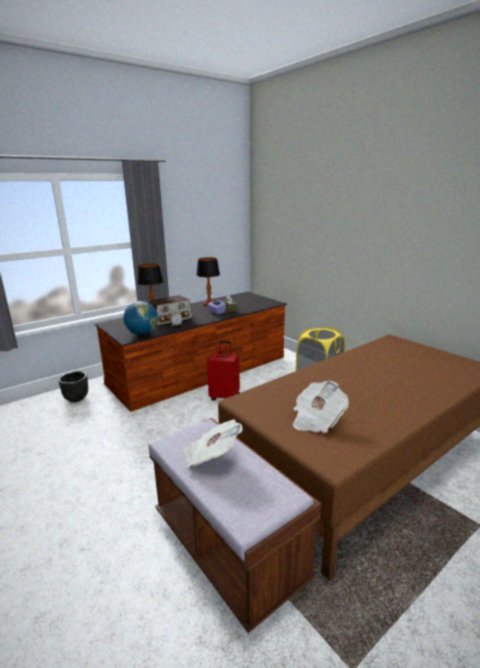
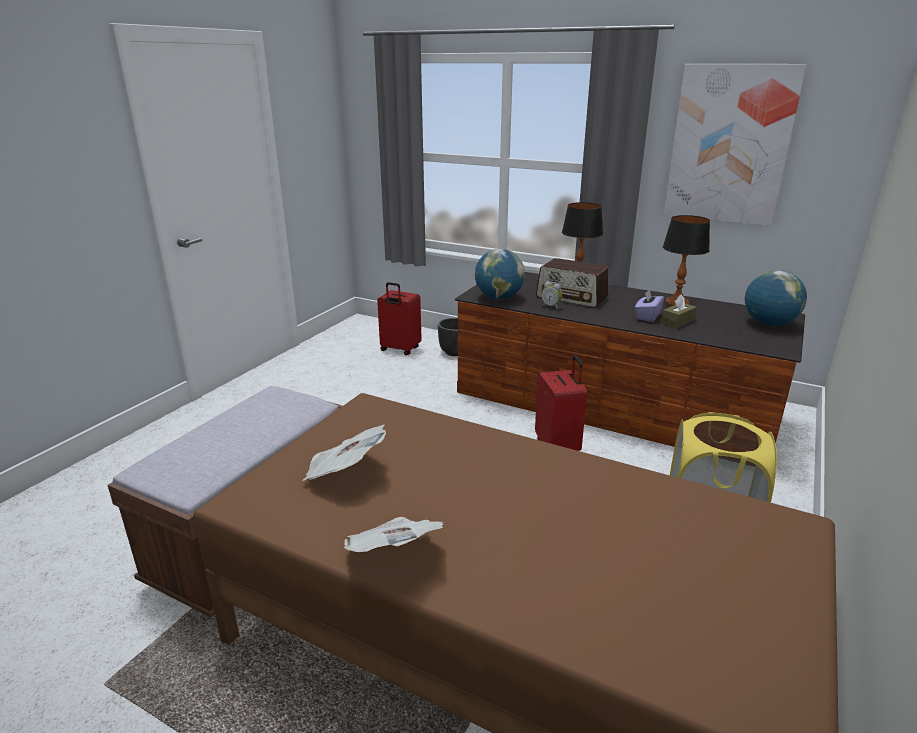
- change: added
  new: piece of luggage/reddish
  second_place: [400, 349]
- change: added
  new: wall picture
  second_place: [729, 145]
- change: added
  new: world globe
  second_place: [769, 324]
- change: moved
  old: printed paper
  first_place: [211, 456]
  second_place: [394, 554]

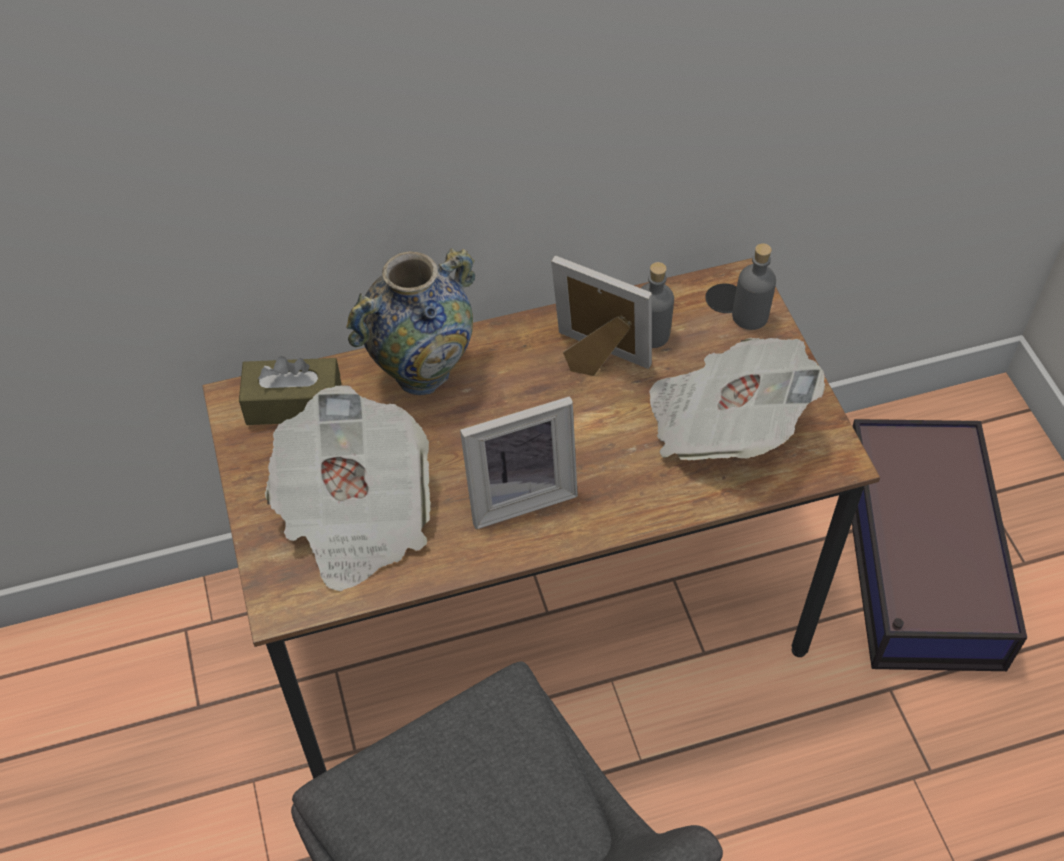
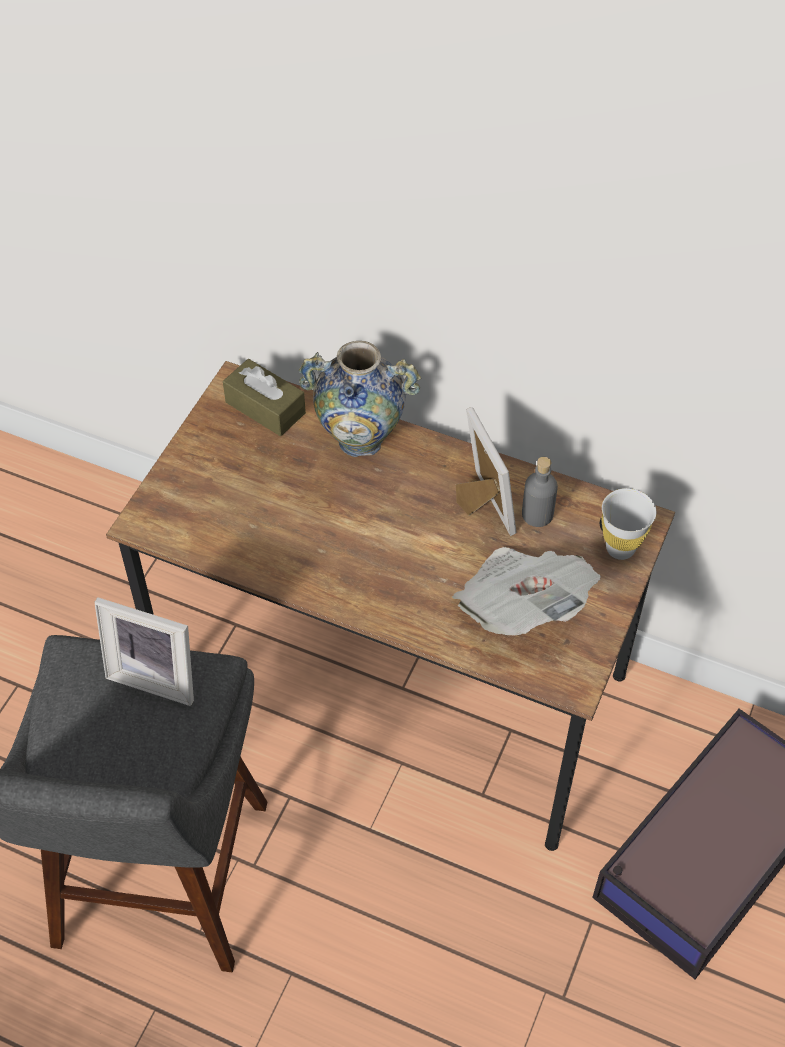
- change: removed
  old: printed paper
  first_place: [355, 515]
- change: moved
  old: standing frame
  first_place: [518, 494]
  second_place: [157, 675]
- change: replaced
  old: beverage bottle/gray
  new: small cup/whitish
  first_place: [750, 316]
  second_place: [620, 548]

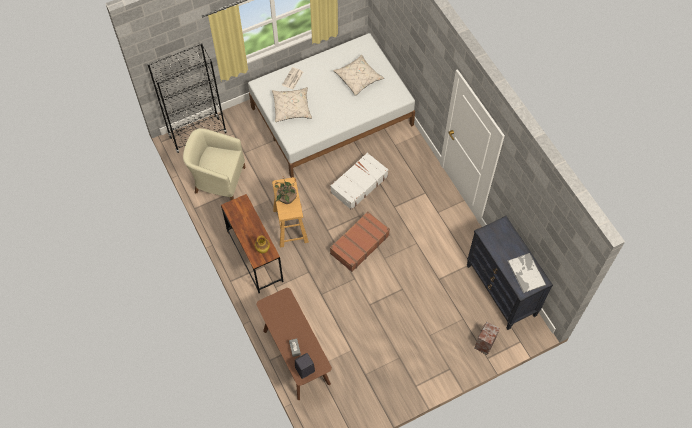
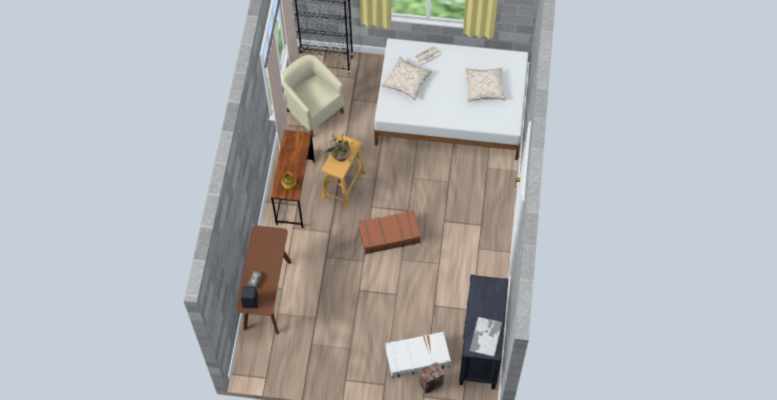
- change: moved
  old: piece of luggage/whitish
  first_place: [358, 184]
  second_place: [417, 357]

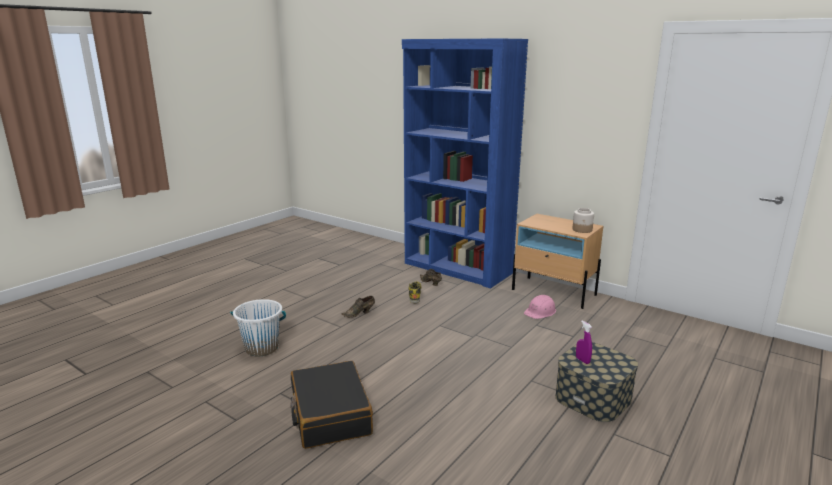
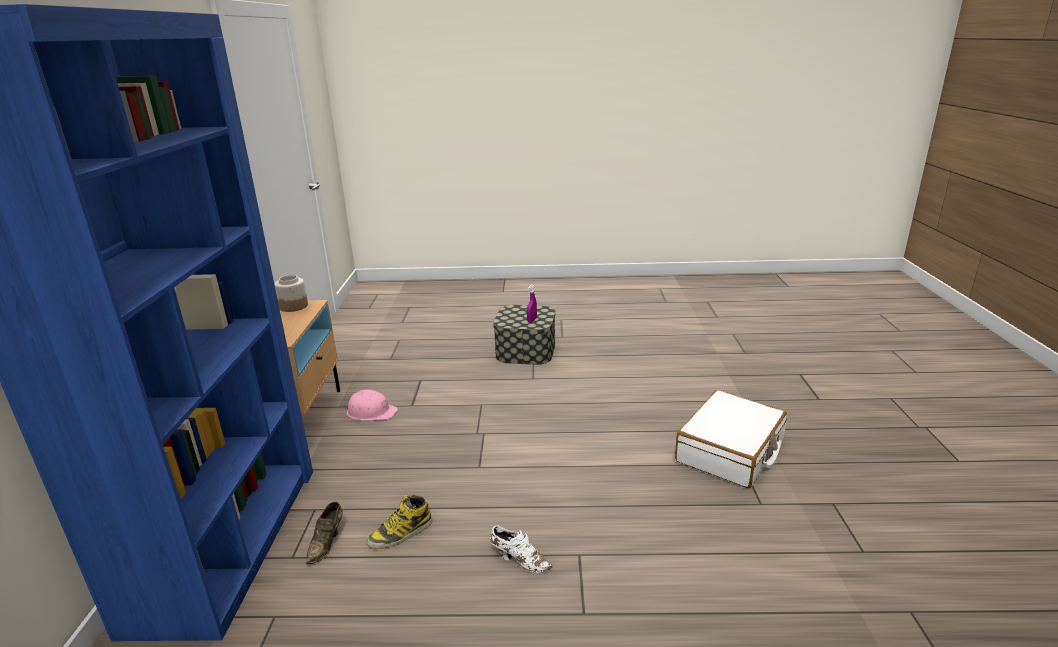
- change: removed
  old: bucket/whitish
  first_place: [261, 348]
- change: recoloured
  old: piece of luggage/blackish
  new: piece of luggage/whitish
  first_place: [330, 415]
  second_place: [730, 451]
- change: recoloured
  old: low shoe/brownish
  new: low shoe/whitish
  first_place: [360, 313]
  second_place: [519, 560]

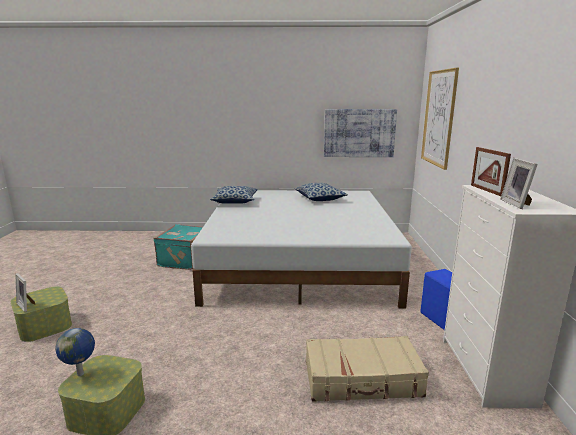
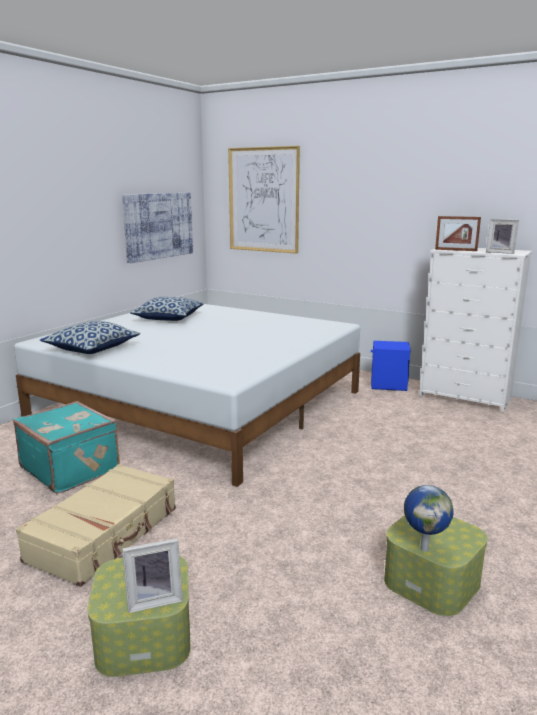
- change: moved
  old: piece of luggage/beige-coloured
  first_place: [362, 379]
  second_place: [105, 534]

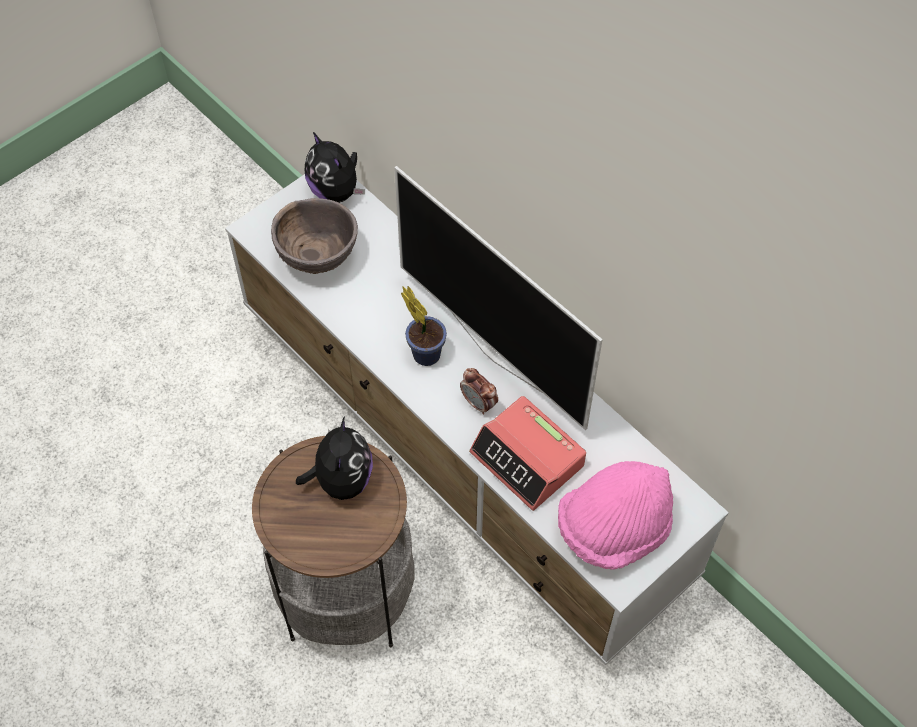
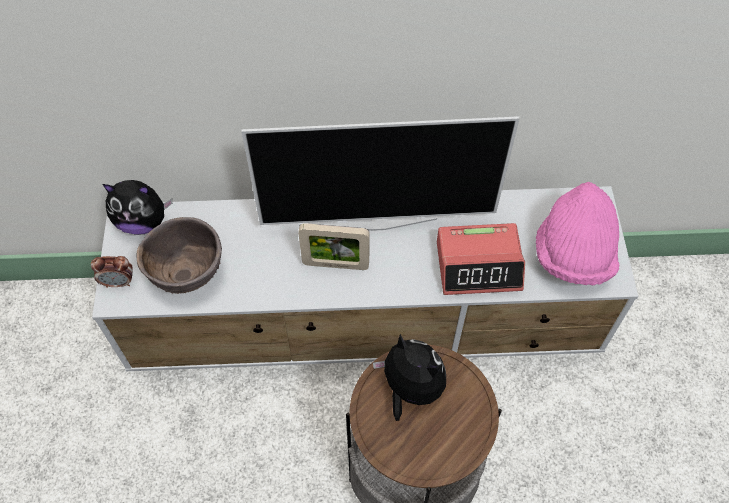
- change: moved
  old: bedside clock
  first_place: [479, 403]
  second_place: [119, 282]
- change: replaced
  old: plant in a pot
  new: standing frame
  first_place: [424, 352]
  second_place: [335, 264]

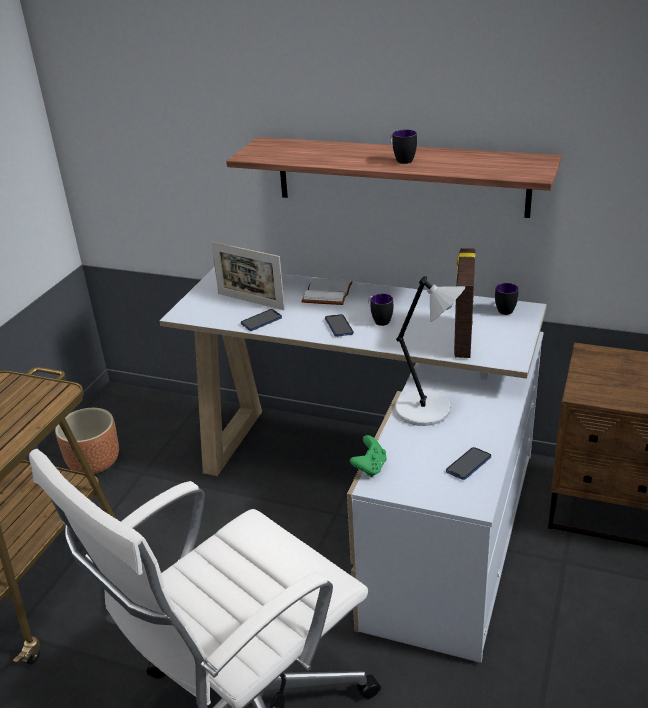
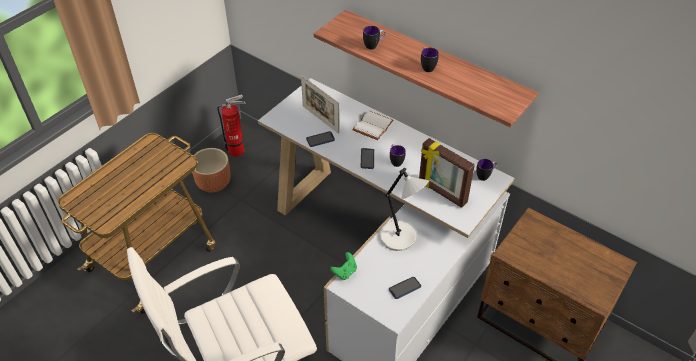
- change: added
  new: fire-fighting cylinder
  second_place: [238, 150]
- change: added
  new: mug
  second_place: [374, 45]
- change: turned
  old: standing frame
  first_place: [462, 338]
  second_place: [442, 192]
  degrees: -75

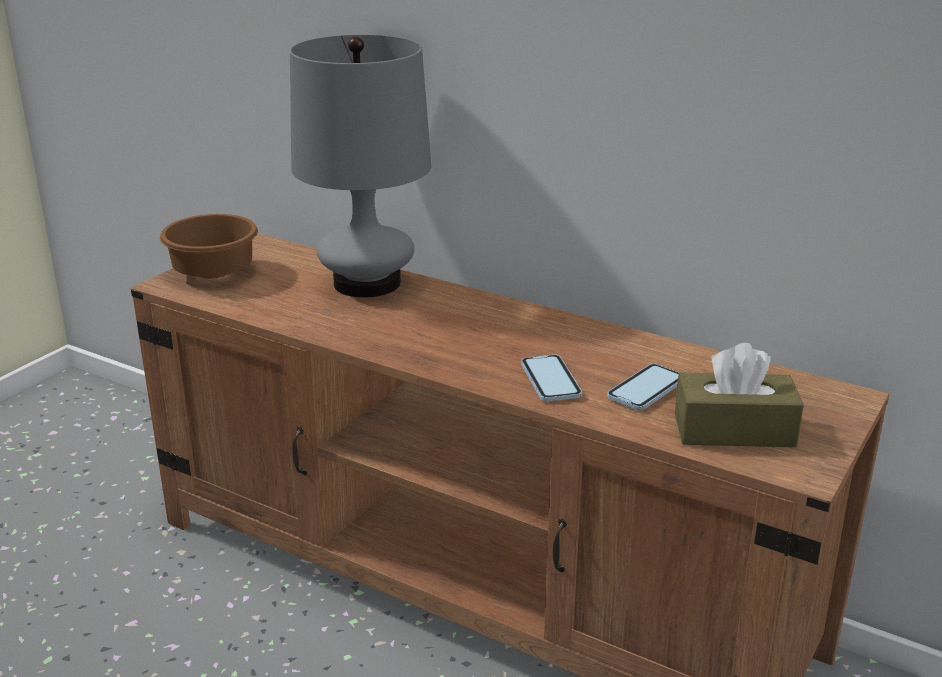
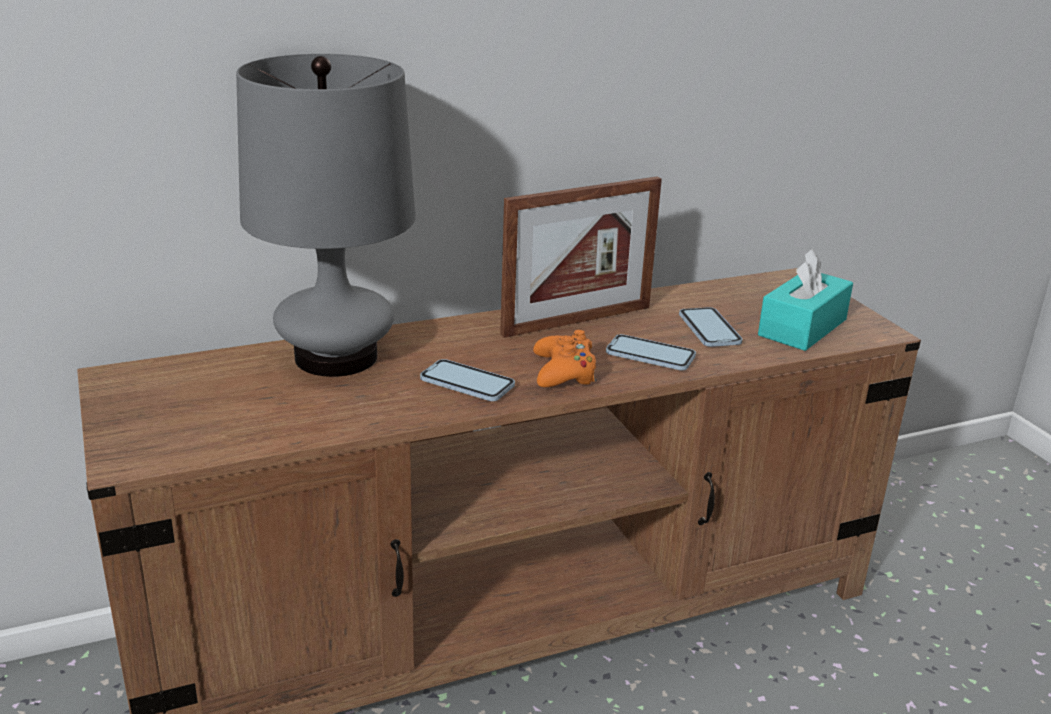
- change: removed
  old: bowl/brownish
  first_place: [211, 274]
- change: added
  new: phone
  second_place: [467, 383]
- change: added
  new: standing frame
  second_place: [577, 321]
- change: added
  new: joypad/orange
  second_place: [564, 372]
- change: recoloured
  old: tissue box/brownish
  new: tissue box/turquoise
  first_place: [734, 430]
  second_place: [802, 327]

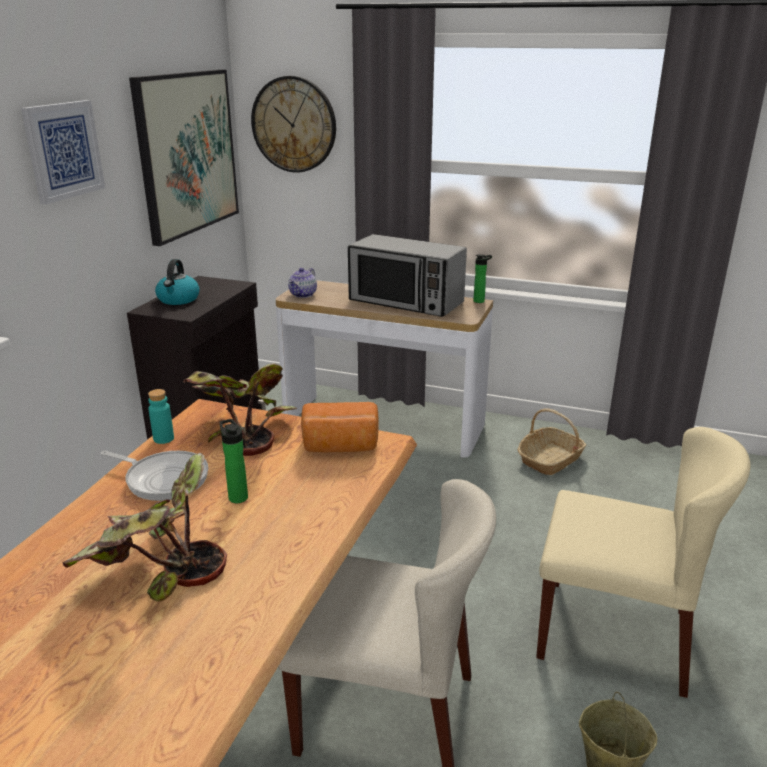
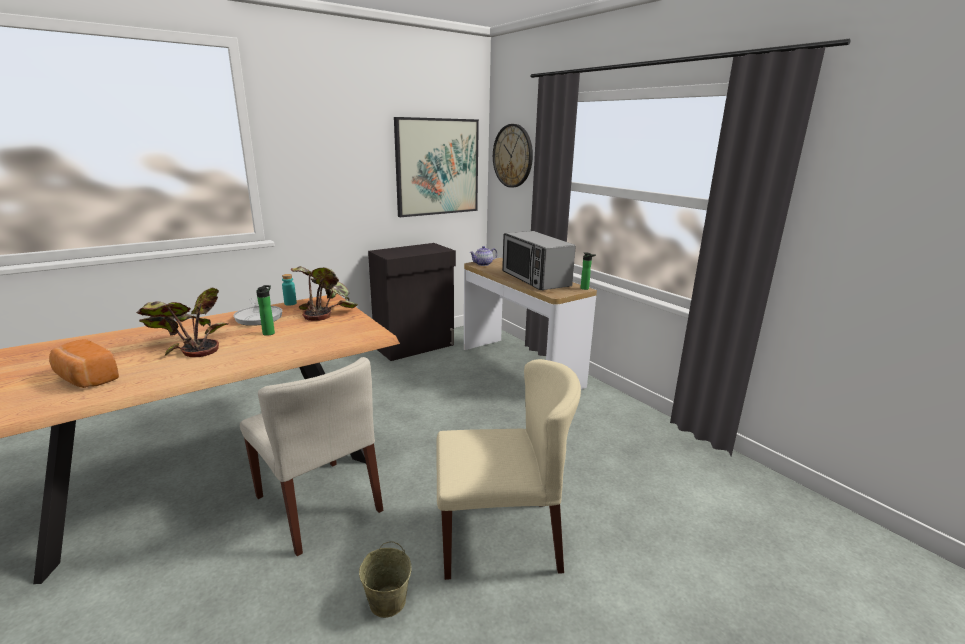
- change: removed
  old: wall picture
  first_place: [63, 150]
- change: removed
  old: kettle
  first_place: [178, 299]
- change: removed
  old: basket
  first_place: [550, 460]
- change: moved
  old: bread
  first_place: [340, 446]
  second_place: [85, 379]
- change: turned
  old: chair/beige-coloured
  first_place: [615, 634]
  second_place: [500, 537]
  degrees: -60

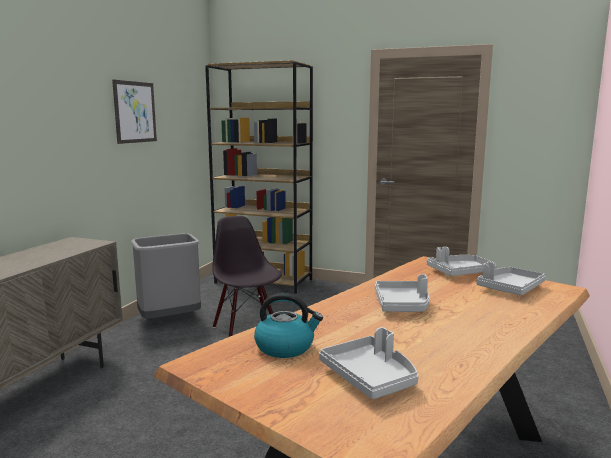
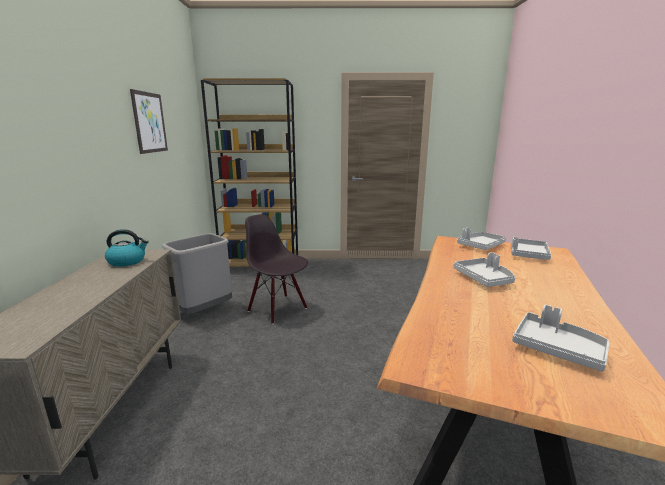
- change: moved
  old: kettle
  first_place: [285, 347]
  second_place: [127, 261]

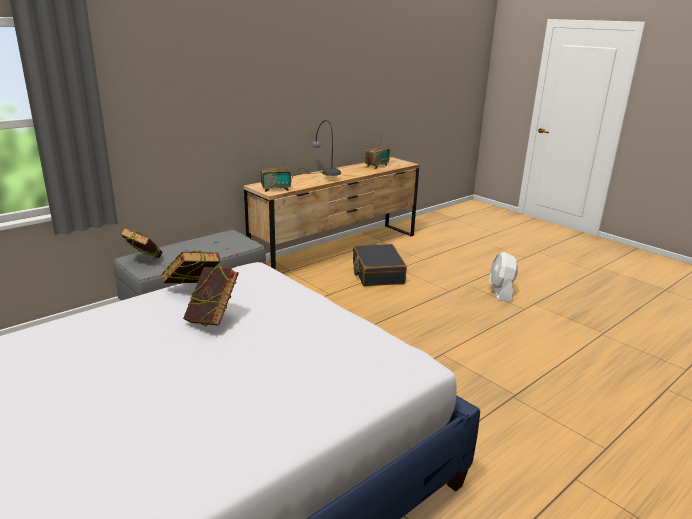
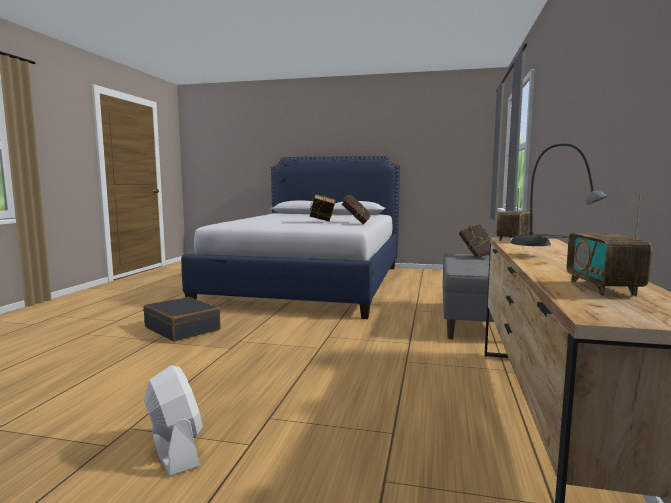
- change: moved
  old: piece of luggage/blackish
  first_place: [377, 273]
  second_place: [183, 328]

